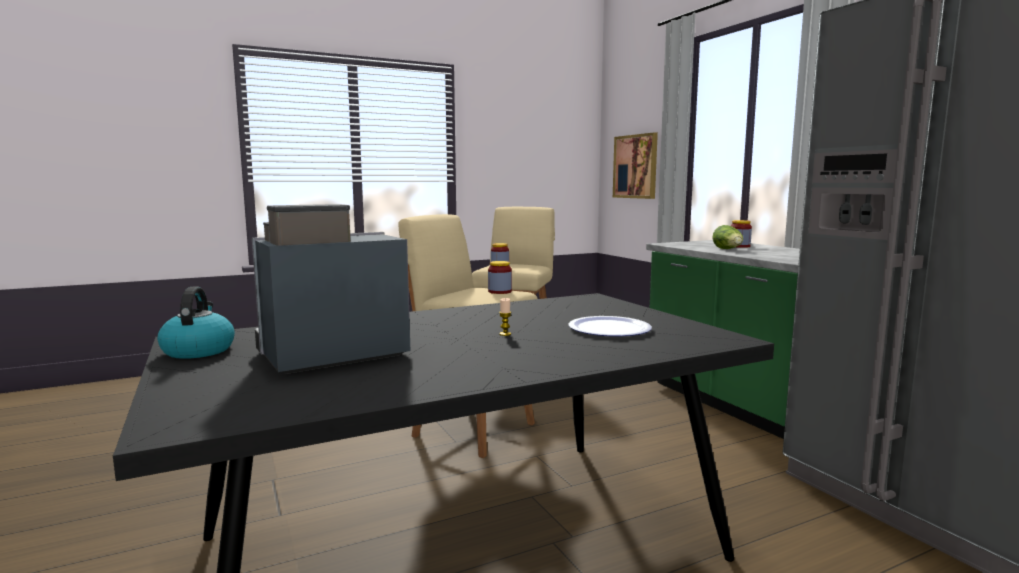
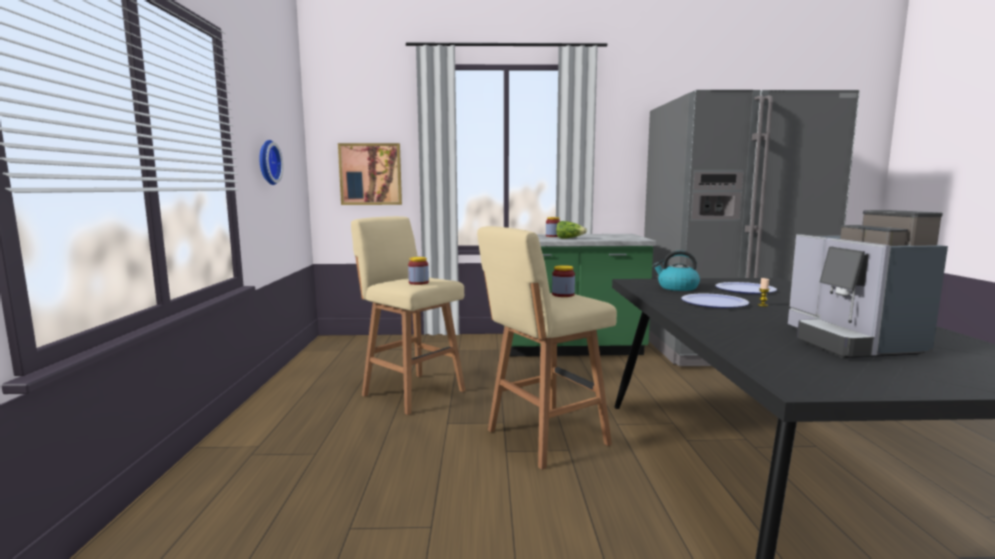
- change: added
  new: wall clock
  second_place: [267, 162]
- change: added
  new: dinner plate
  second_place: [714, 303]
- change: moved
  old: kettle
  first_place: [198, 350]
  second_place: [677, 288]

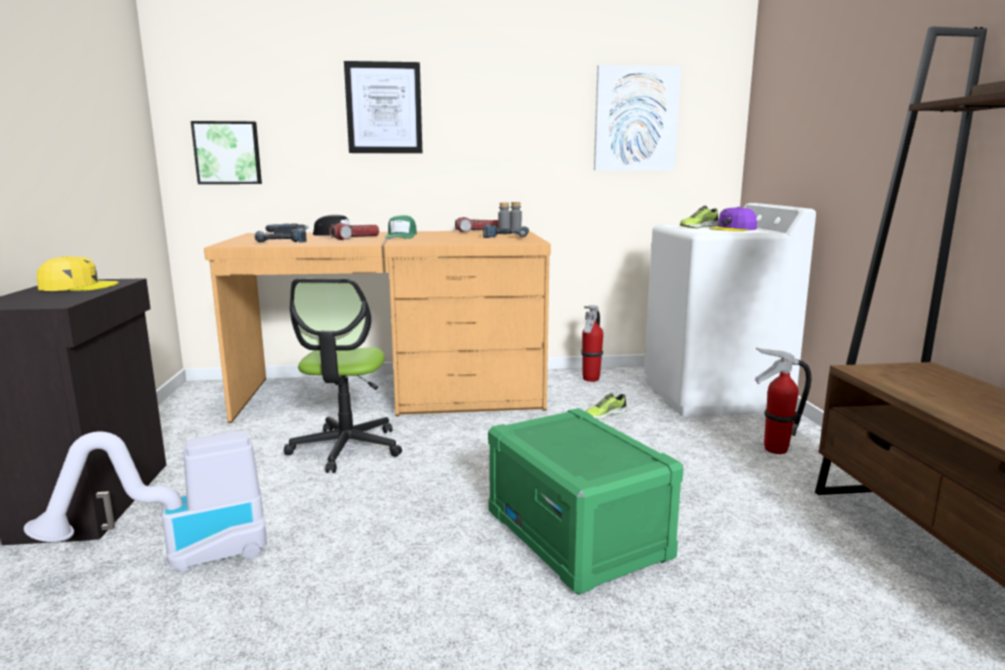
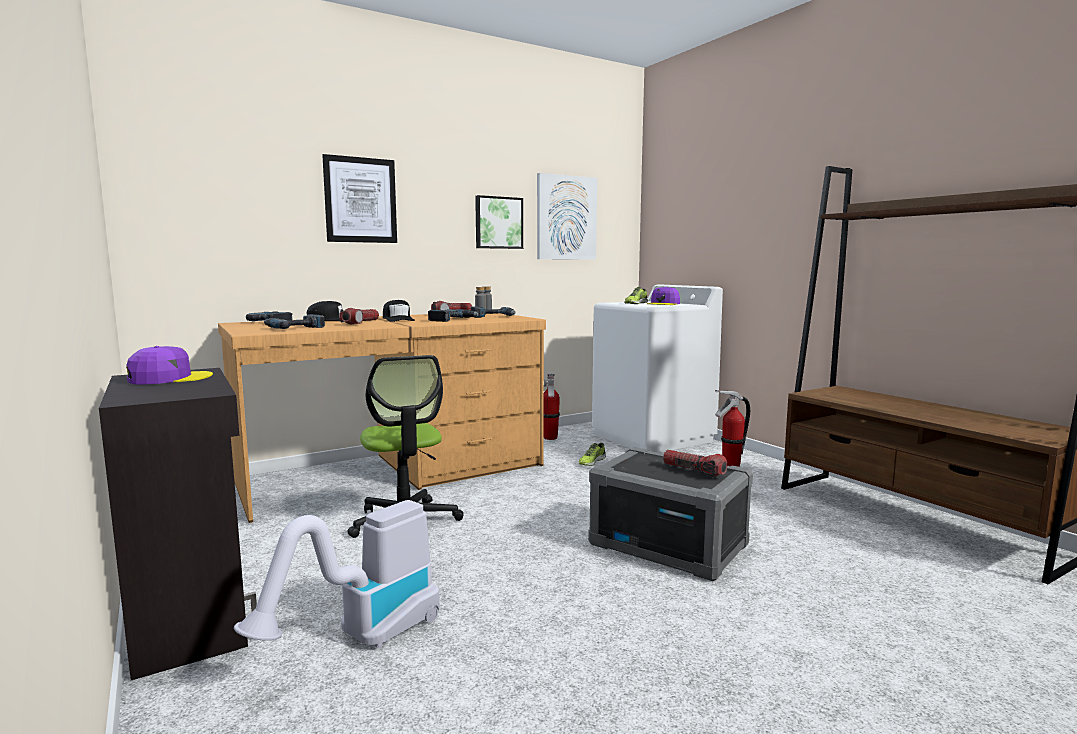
- change: added
  new: power drill
  second_place: [452, 319]
- change: added
  new: hand torch
  second_place: [694, 471]
- change: moved
  old: wall picture
  first_place: [228, 153]
  second_place: [498, 223]
- change: recoloured
  old: baseball cap/yellowish
  new: baseball cap/purple-coloured
  first_place: [78, 286]
  second_place: [169, 378]
- change: recoloured
  old: baseball cap/green
  new: baseball cap/blackish
  first_place: [401, 236]
  second_place: [398, 319]
- change: recoloured
  old: storage container/green
  new: storage container/gray
  first_place: [578, 534]
  second_place: [669, 545]

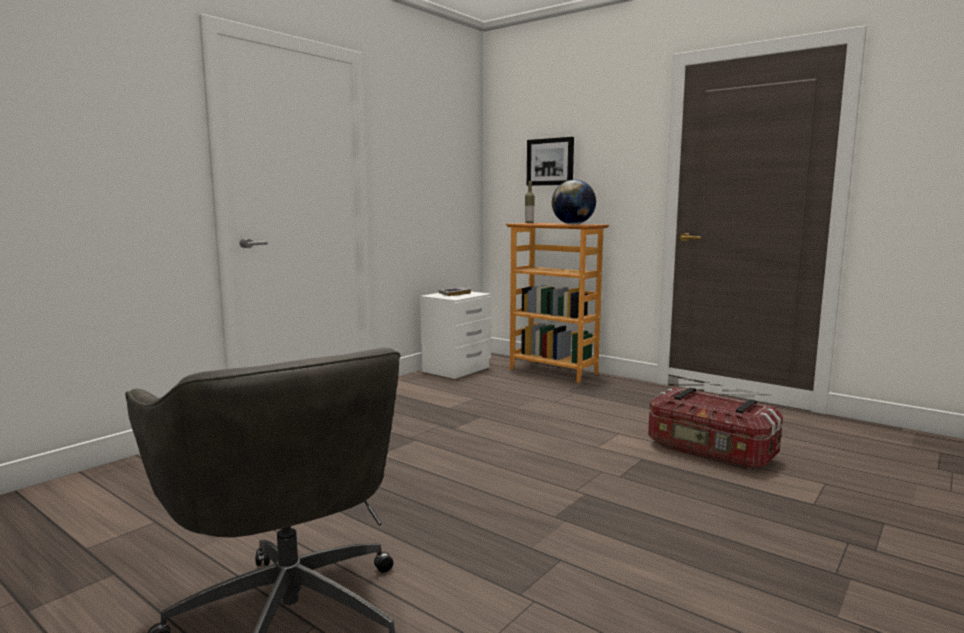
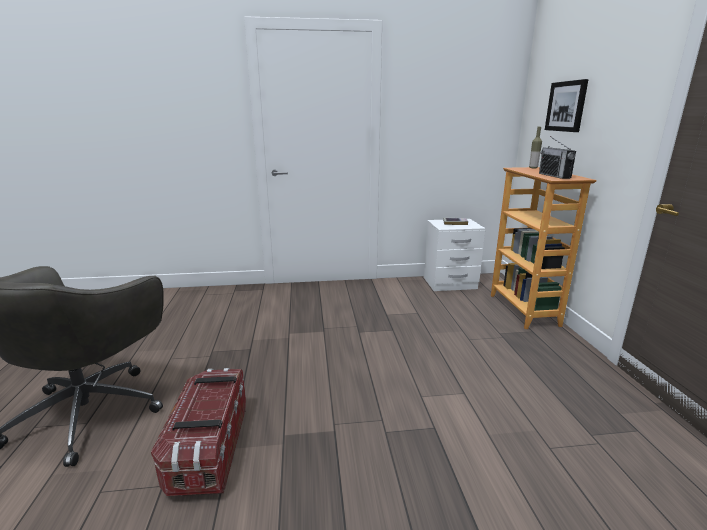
- change: moved
  old: storage container
  first_place: [710, 452]
  second_place: [209, 448]
- change: replaced
  old: world globe
  new: radio receiver
  first_place: [573, 224]
  second_place: [554, 176]

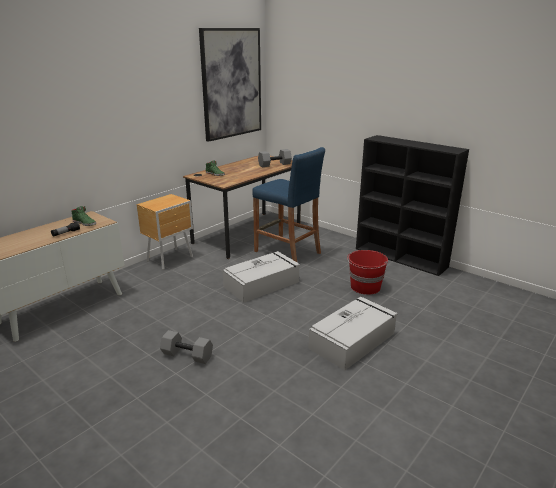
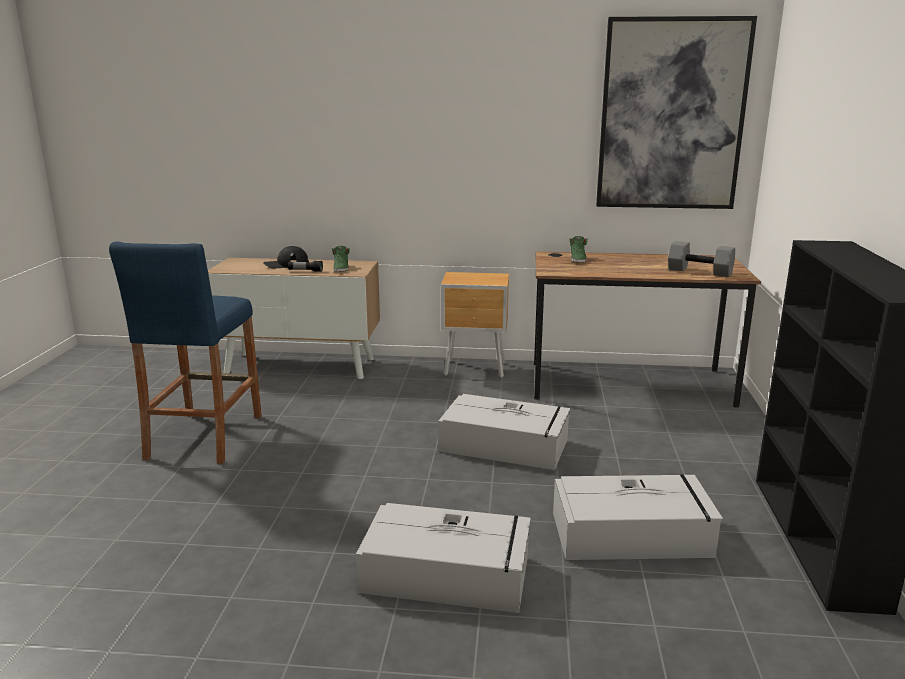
- change: removed
  old: dumbbell/gray
  first_place: [186, 355]
- change: added
  new: baseball cap/blackish
  second_place: [286, 264]
- change: moved
  old: stool/blue-coloured
  first_place: [287, 252]
  second_place: [204, 436]
- change: replaced
  old: bucket/reddish
  new: storage container/gray
  first_place: [365, 287]
  second_place: [633, 534]

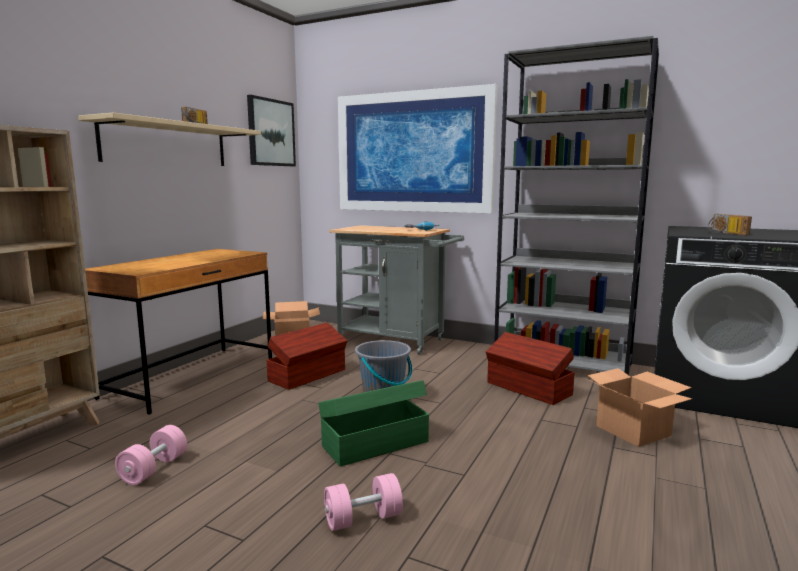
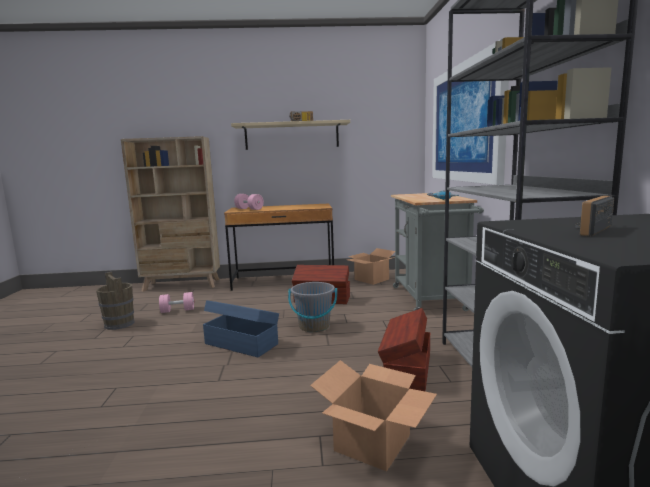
- change: removed
  old: wall picture
  first_place: [270, 133]
- change: added
  new: bucket/brownish
  second_place: [119, 324]
- change: moved
  old: dumbbell/pink-coloured
  first_place: [363, 519]
  second_place: [249, 209]
- change: recoloured
  old: storage container/green
  new: storage container/blue-coloured
  first_place: [374, 443]
  second_place: [241, 343]

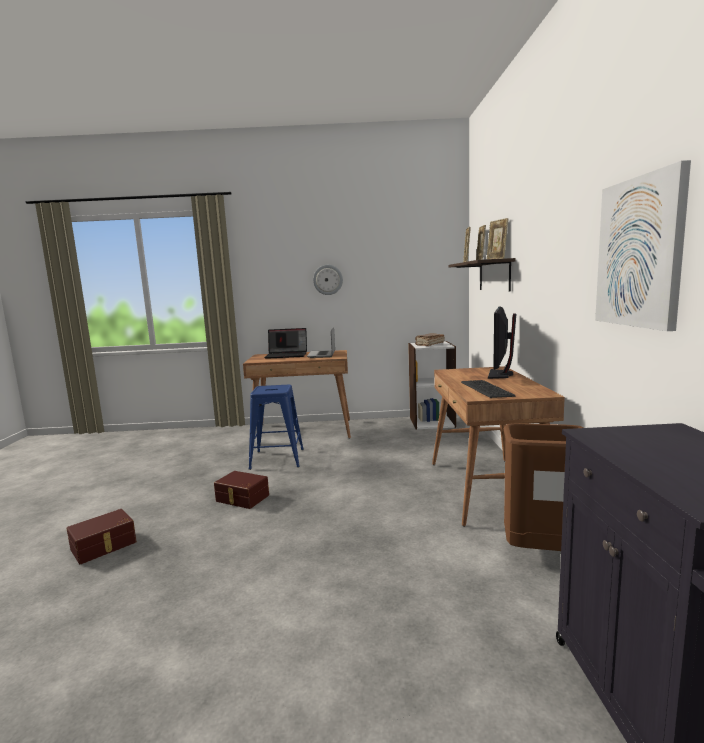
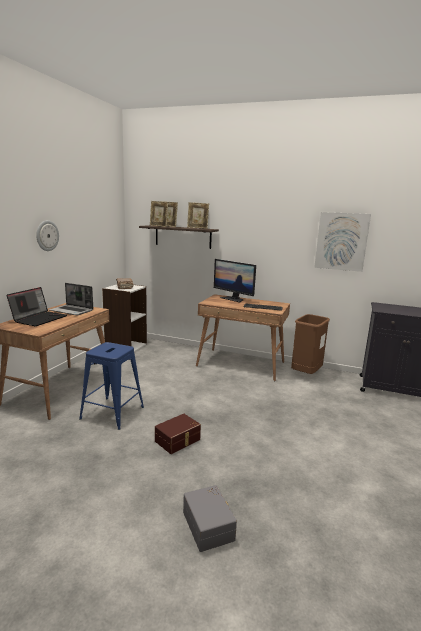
- change: recoloured
  old: storage container/brownish
  new: storage container/gray
  first_place: [104, 546]
  second_place: [209, 525]

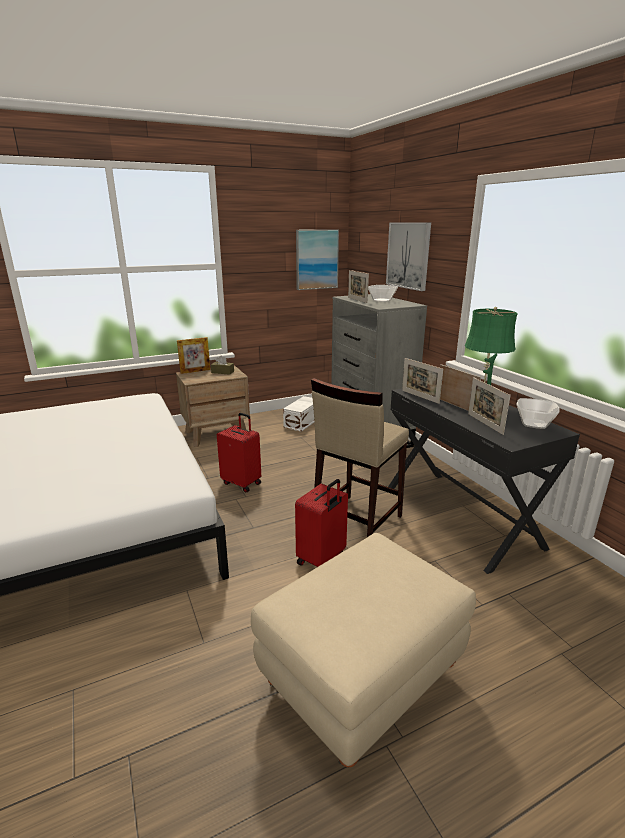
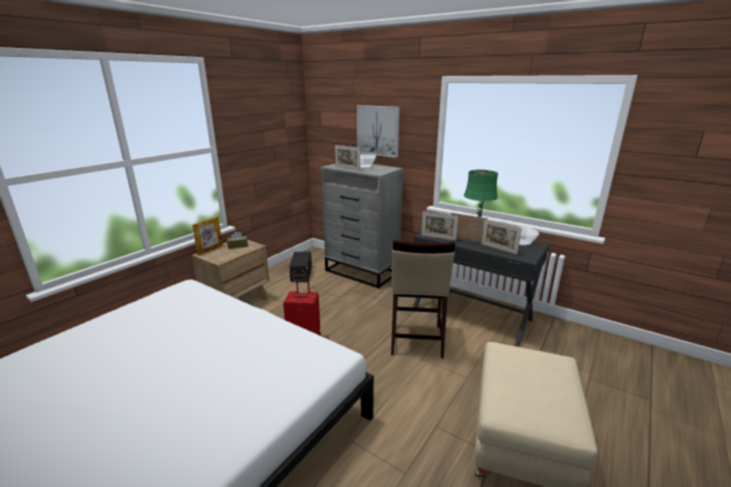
- change: removed
  old: piece of luggage/reddish
  first_place: [322, 559]
- change: removed
  old: wall picture
  first_place: [316, 259]
- change: recoloured
  old: storage container/whitish
  new: storage container/blackish
  first_place: [303, 422]
  second_place: [302, 273]

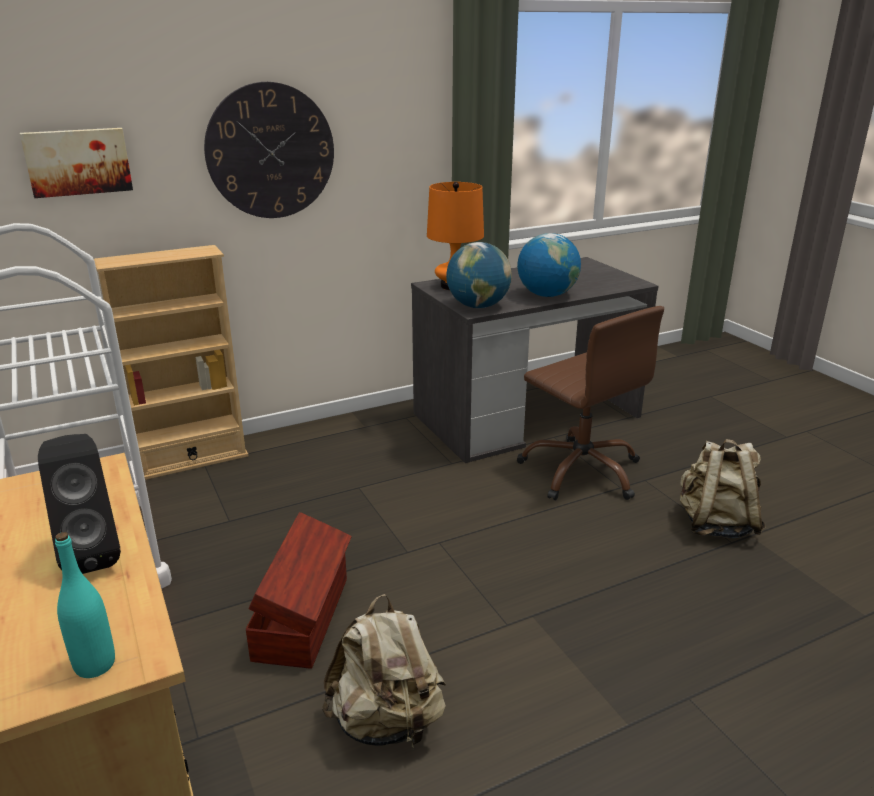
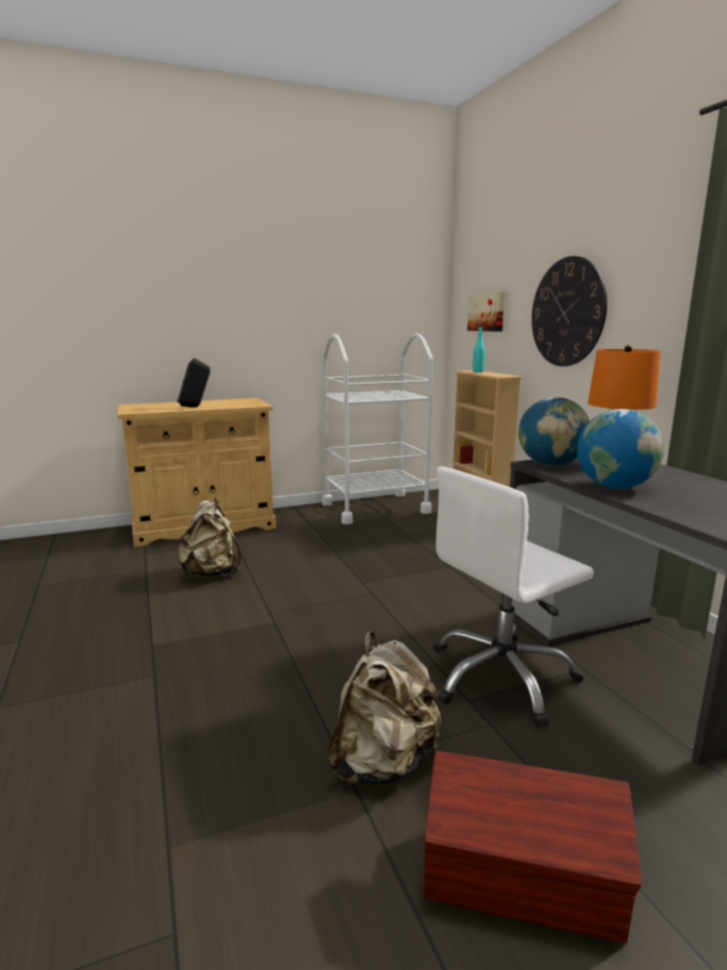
- change: moved
  old: beverage bottle/turquoise
  first_place: [95, 665]
  second_place: [478, 372]
- change: moved
  old: storage container/brownish
  first_place: [304, 617]
  second_place: [522, 883]
- change: recoloured
  old: computer chair/brownish
  new: computer chair/whitish
  first_place: [581, 471]
  second_place: [501, 677]

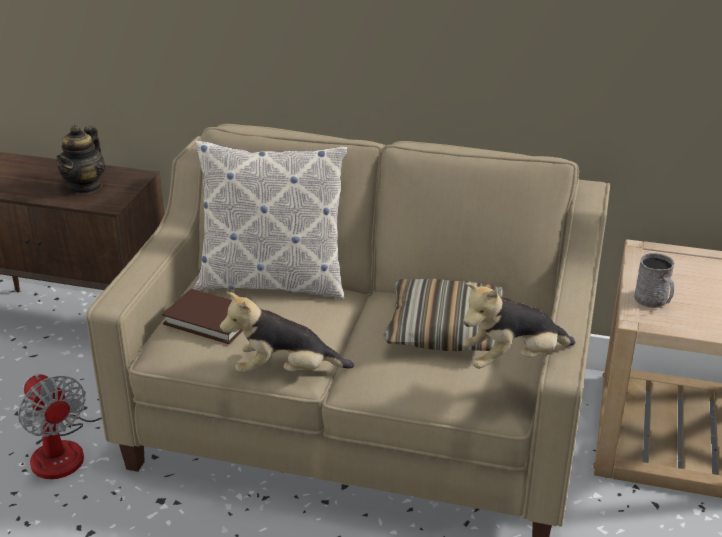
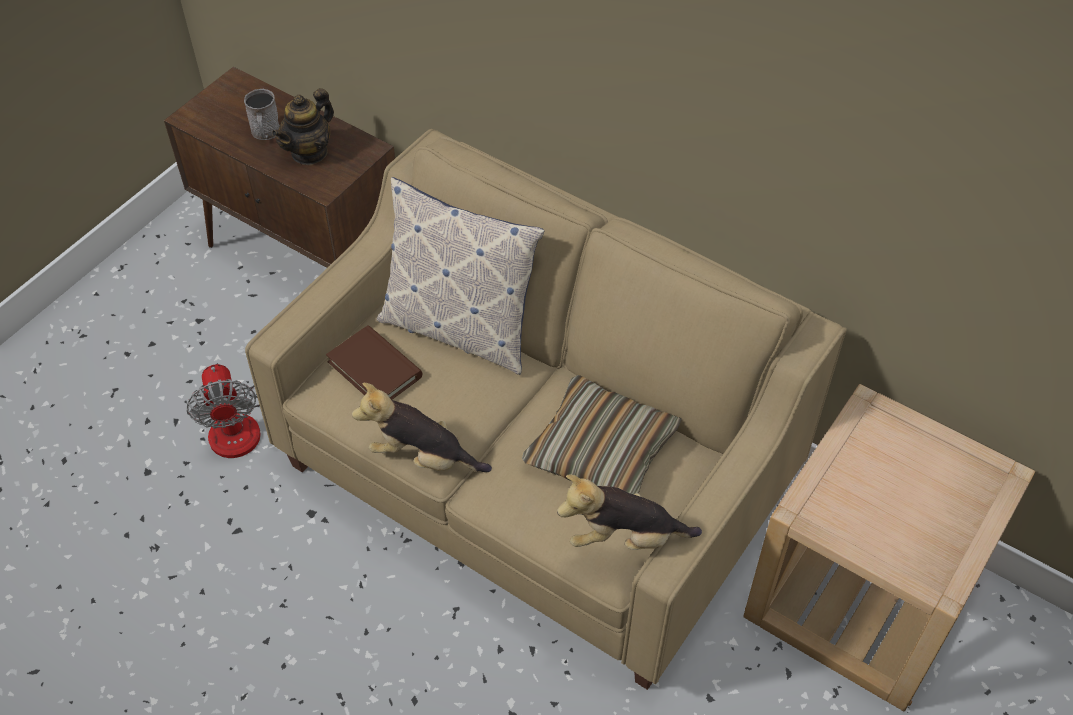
- change: moved
  old: mug/gray
  first_place: [654, 301]
  second_place: [266, 133]

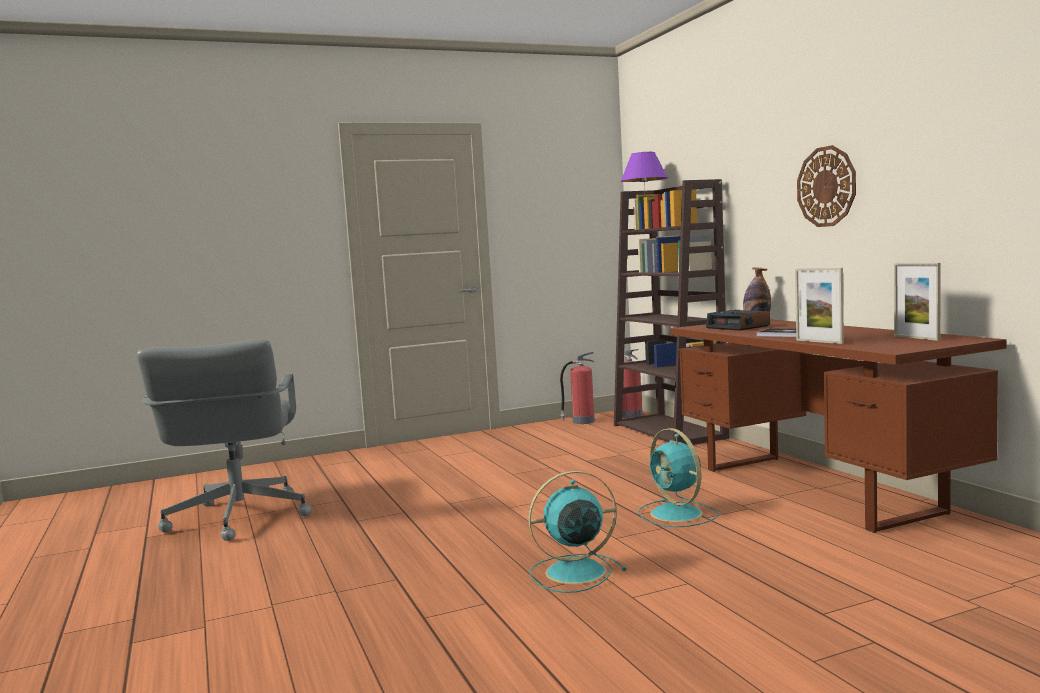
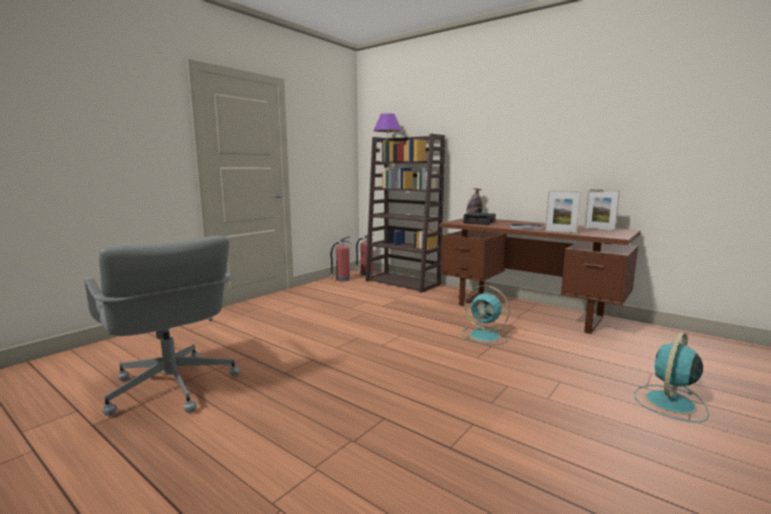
- change: removed
  old: wall clock
  first_place: [826, 186]
- change: moved
  old: cooling fan/turquoise
  first_place: [573, 572]
  second_place: [669, 403]

